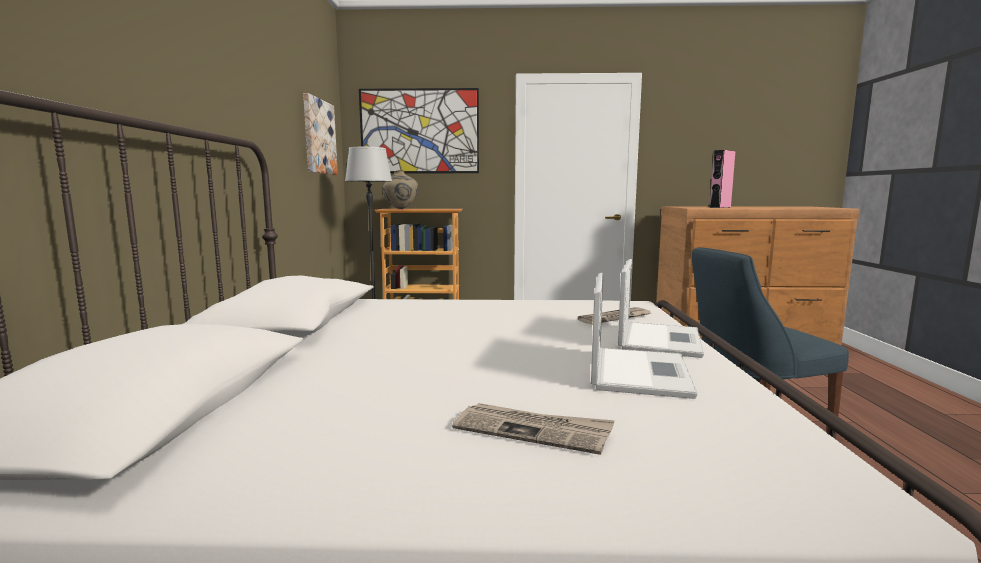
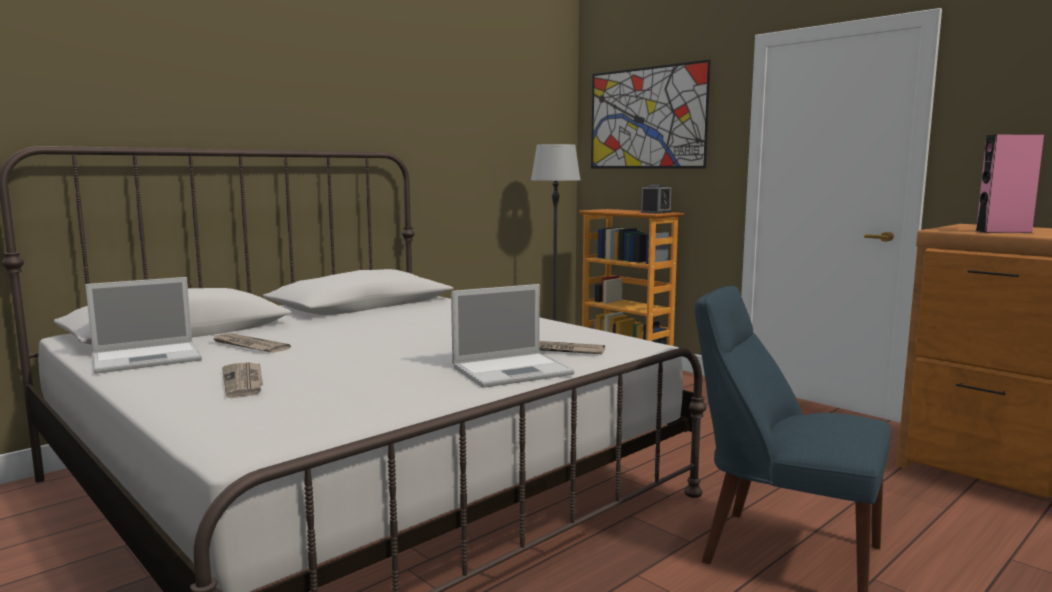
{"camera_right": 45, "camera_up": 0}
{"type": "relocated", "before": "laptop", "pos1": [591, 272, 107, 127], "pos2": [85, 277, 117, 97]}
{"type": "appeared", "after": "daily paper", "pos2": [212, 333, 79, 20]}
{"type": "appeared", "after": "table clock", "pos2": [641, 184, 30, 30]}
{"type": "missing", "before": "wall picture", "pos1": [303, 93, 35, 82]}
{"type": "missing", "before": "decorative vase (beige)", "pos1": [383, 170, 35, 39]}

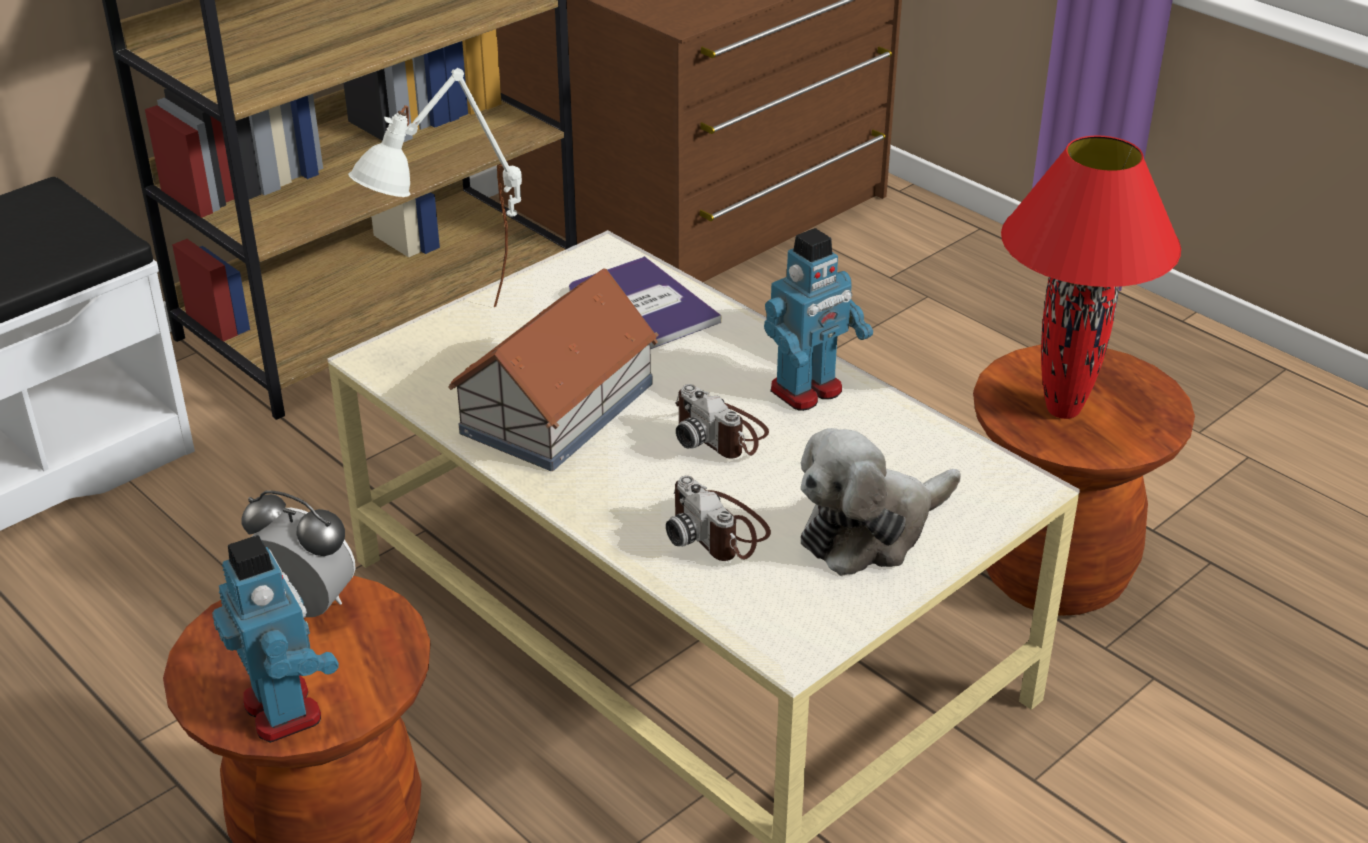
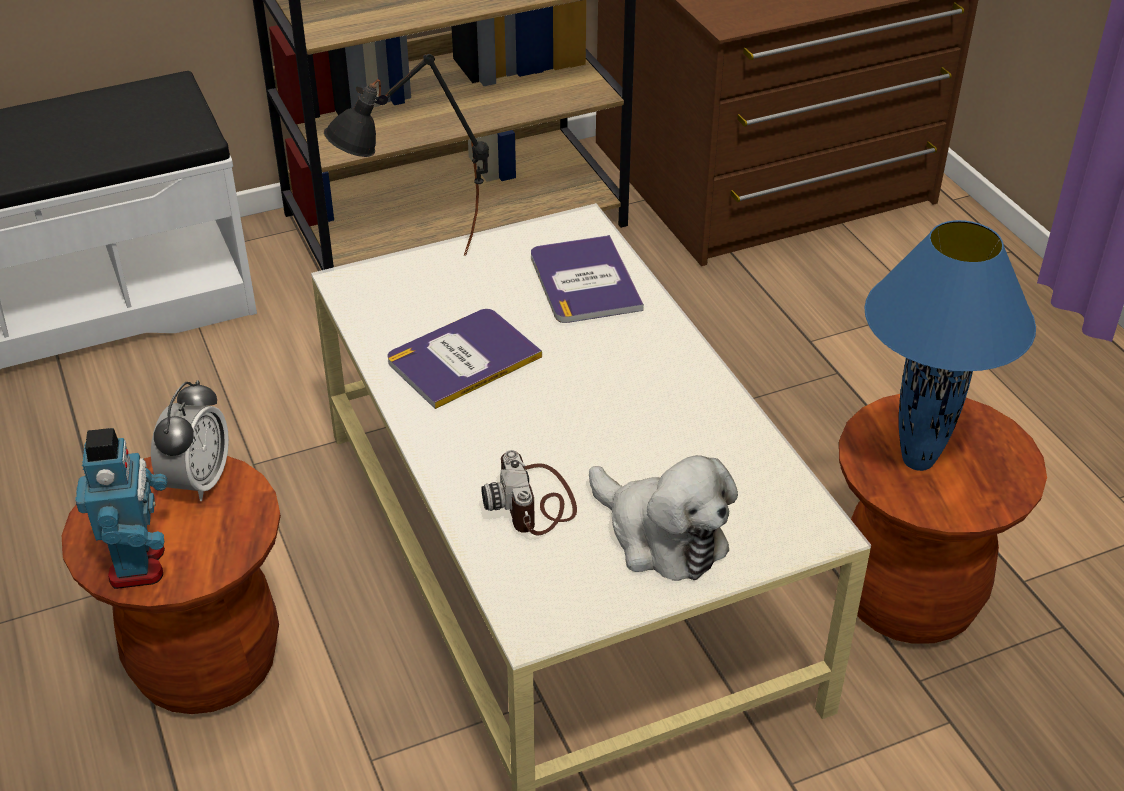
{"camera_right": 20, "camera_up": 5}
{"type": "spun", "before": "table clock", "pos1": [241, 490, 115, 127], "pos2": [151, 380, 78, 121], "turn": 60}
{"type": "colour", "before": "table lamp (whitish)", "after": "table lamp (blackish)", "pos1": [348, 68, 174, 240], "pos2": [324, 54, 165, 202]}
{"type": "exchanged", "before": "toy house", "after": "book", "pos1": [448, 269, 210, 202], "pos2": [387, 309, 155, 100]}
{"type": "spun", "before": "soft toy", "pos1": [801, 428, 160, 148], "pos2": [589, 455, 149, 126], "turn": -120}
{"type": "colour", "before": "table lamp (reddish)", "after": "table lamp (blue)", "pos1": [1001, 135, 180, 284], "pos2": [864, 220, 172, 251]}
{"type": "missing", "before": "still camera", "pos1": [675, 384, 94, 74]}
{"type": "missing", "before": "toy robot", "pos1": [764, 228, 109, 183]}

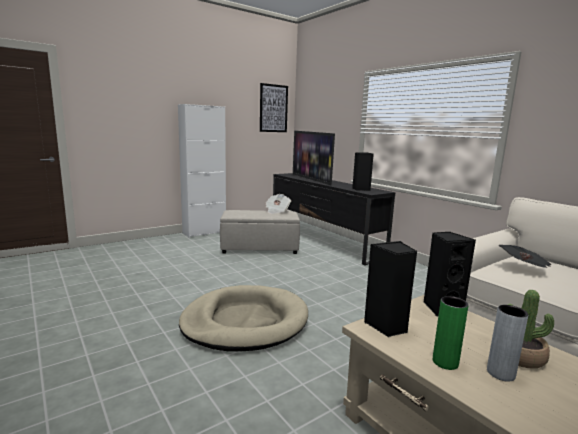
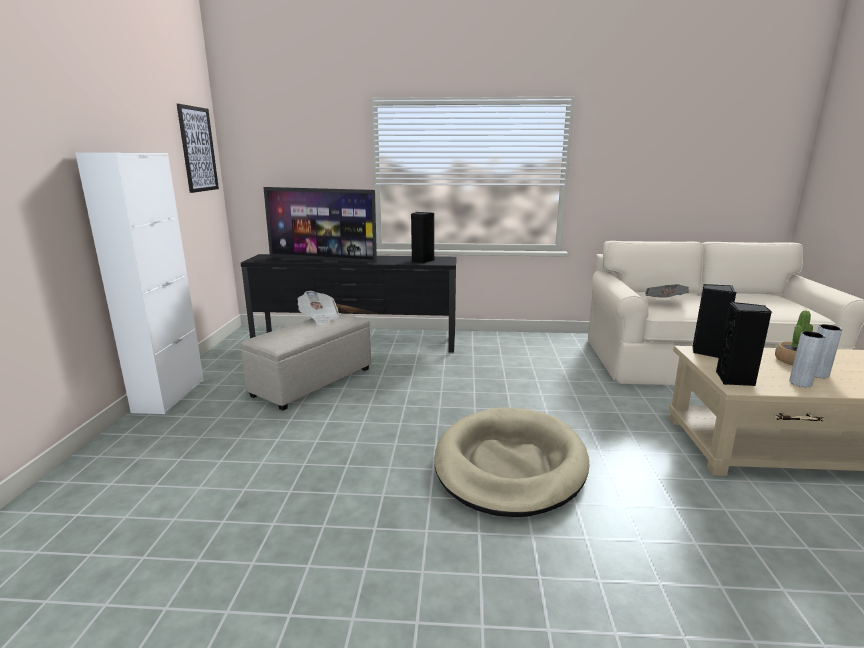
{"camera_right": -50, "camera_up": 5}
{"type": "colour", "before": "decorative vase (greenish)", "after": "decorative vase (gray)", "pos1": [433, 296, 36, 74], "pos2": [789, 331, 36, 56]}

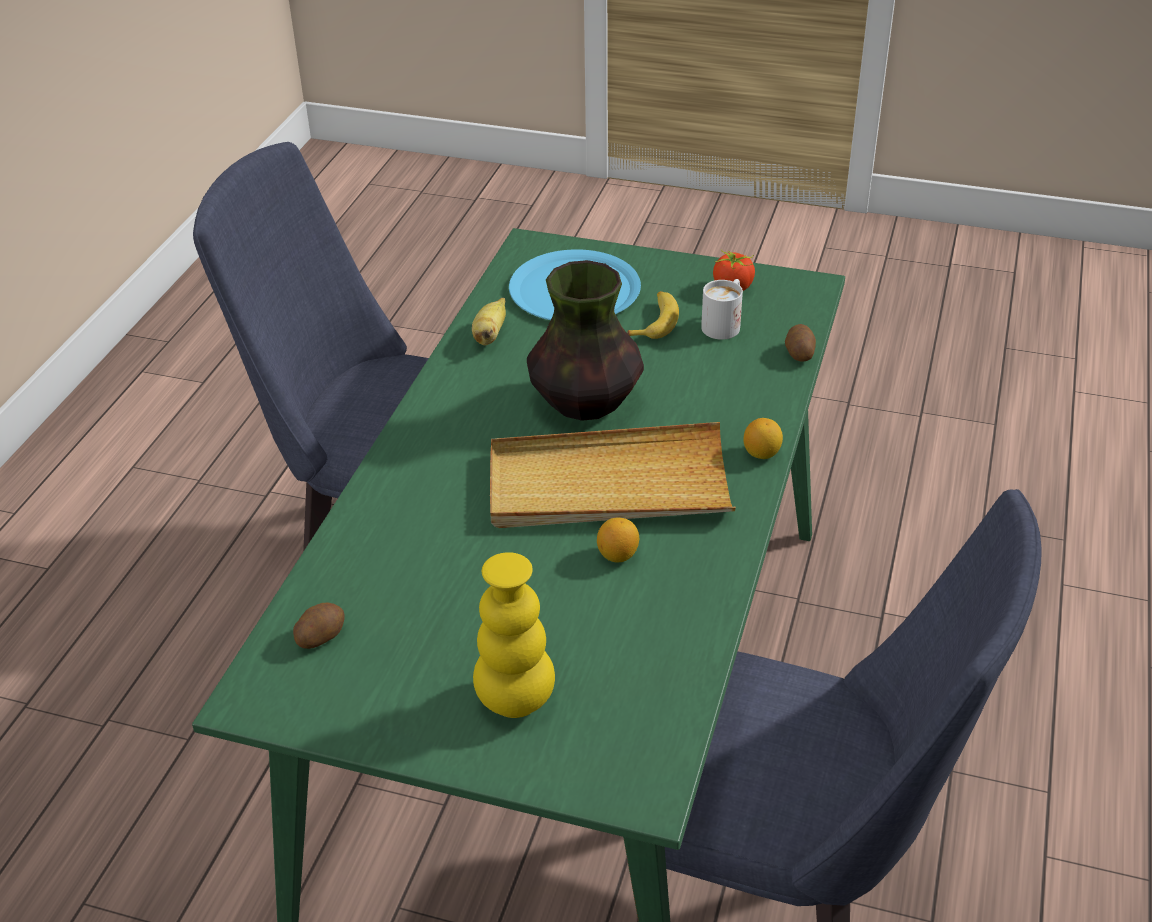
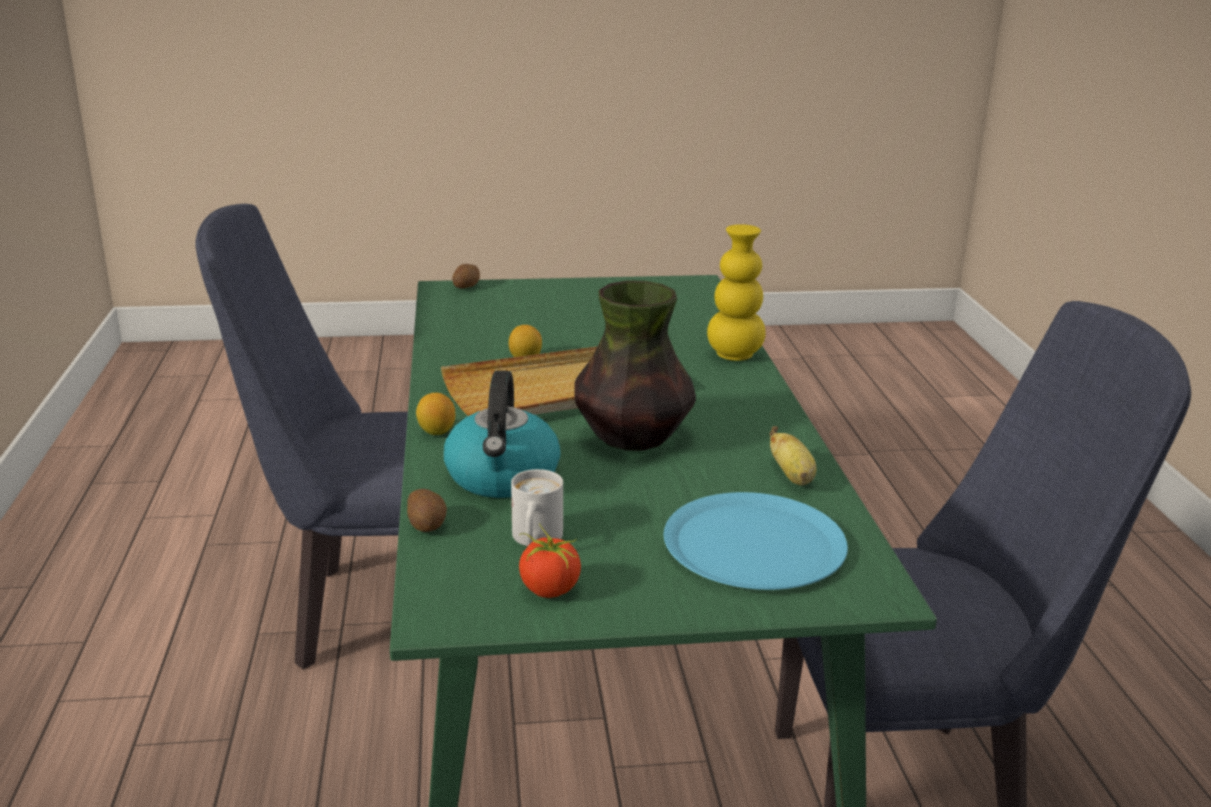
{"camera_right": 155, "camera_up": -15}
{"type": "appeared", "after": "water kettle", "pos2": [444, 370, 116, 128]}
{"type": "relocated", "before": "spud", "pos1": [293, 603, 52, 46], "pos2": [452, 264, 28, 24]}
{"type": "relocated", "before": "decorative vase (yellowish)", "pos1": [473, 552, 82, 166], "pos2": [707, 224, 59, 137]}
{"type": "missing", "before": "banana", "pos1": [627, 291, 52, 48]}

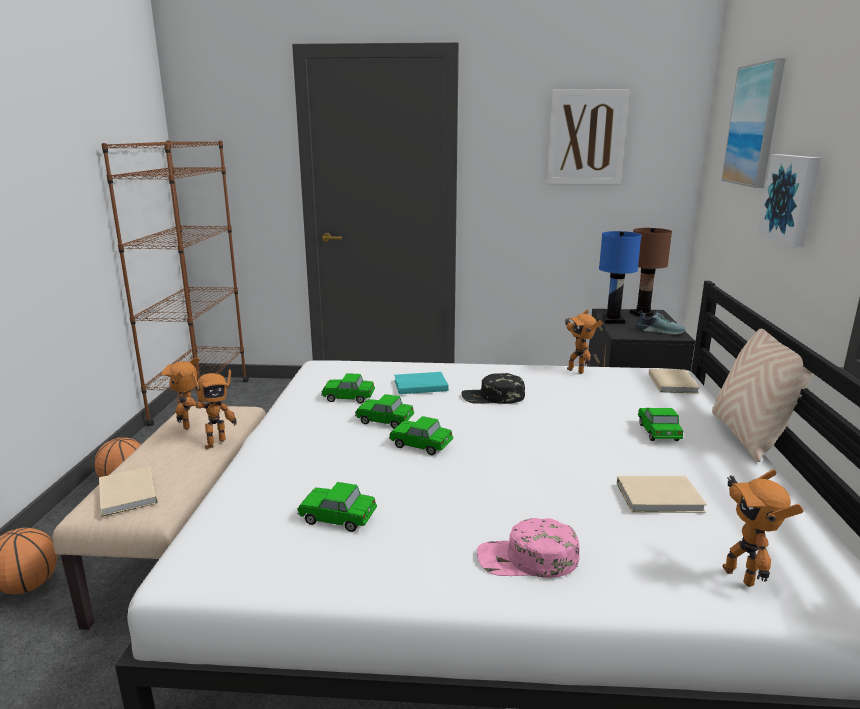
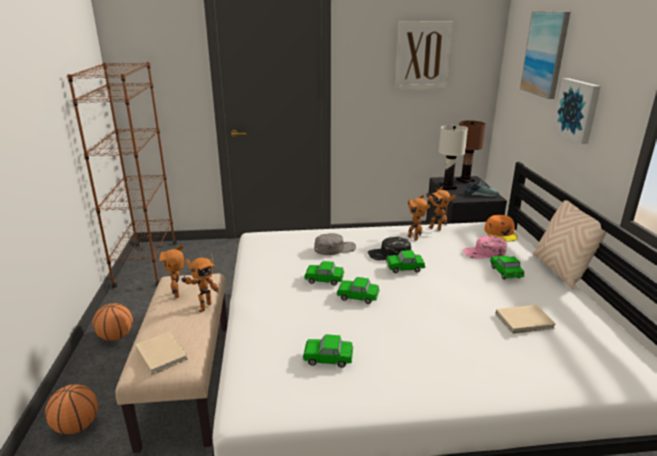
{"camera_right": -10, "camera_up": 5}
{"type": "exchanged", "before": "book (turquoise-coloured)", "after": "peaked cap (gray)", "pos1": [394, 372, 55, 22], "pos2": [314, 233, 42, 22]}
{"type": "relocated", "before": "miniature car", "pos1": [321, 373, 54, 30], "pos2": [386, 250, 39, 23]}
{"type": "relocated", "before": "toy robot", "pos1": [722, 469, 81, 118], "pos2": [408, 195, 22, 45]}
{"type": "colour", "before": "table lamp (blue)", "after": "table lamp (whitish)", "pos1": [599, 231, 43, 93], "pos2": [438, 125, 30, 65]}
{"type": "relocated", "before": "peaked cap (pink)", "pos1": [477, 518, 103, 60], "pos2": [462, 235, 45, 24]}
{"type": "exchanged", "before": "book (beige)", "after": "peaked cap (orange)", "pos1": [649, 369, 51, 25], "pos2": [484, 215, 34, 27]}

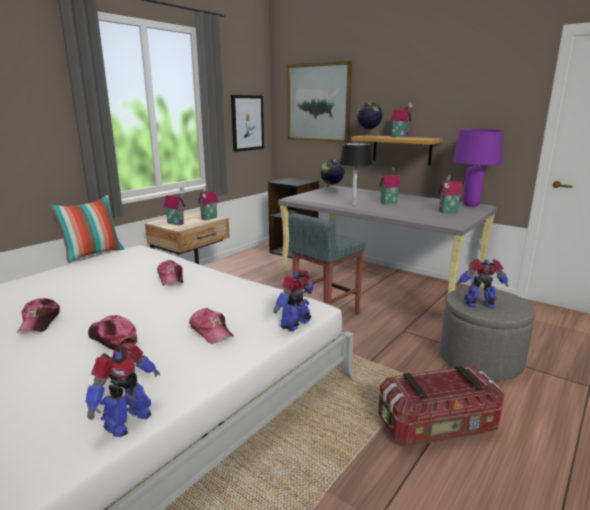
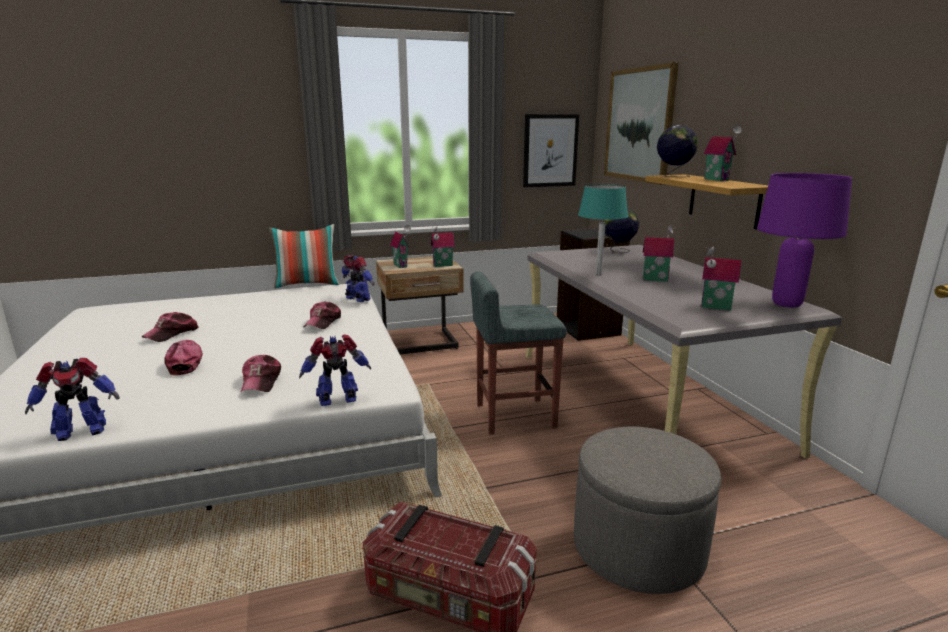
{"camera_right": 35, "camera_up": 0}
{"type": "relocated", "before": "toy robot", "pos1": [456, 259, 52, 49], "pos2": [342, 255, 33, 47]}
{"type": "colour", "before": "table lamp (blackish)", "after": "table lamp (turquoise-coloured)", "pos1": [339, 143, 34, 62], "pos2": [578, 184, 50, 91]}

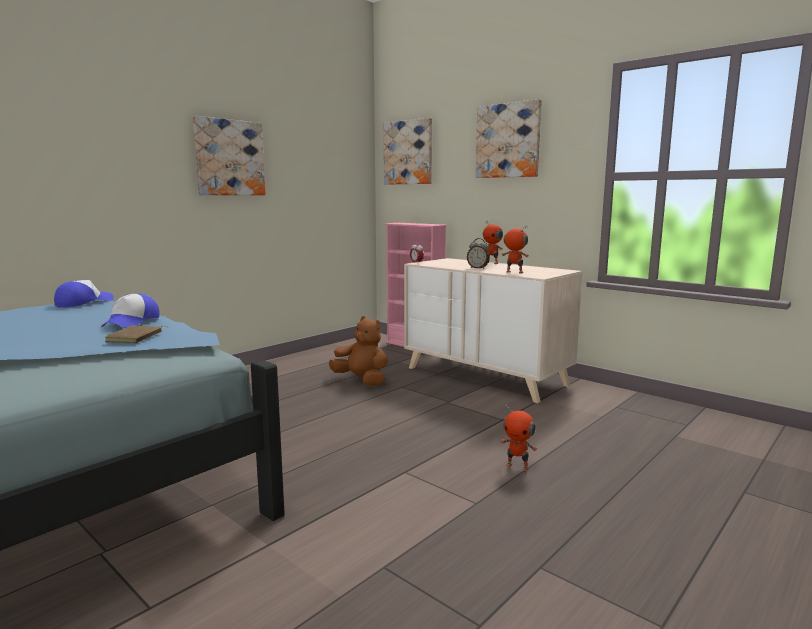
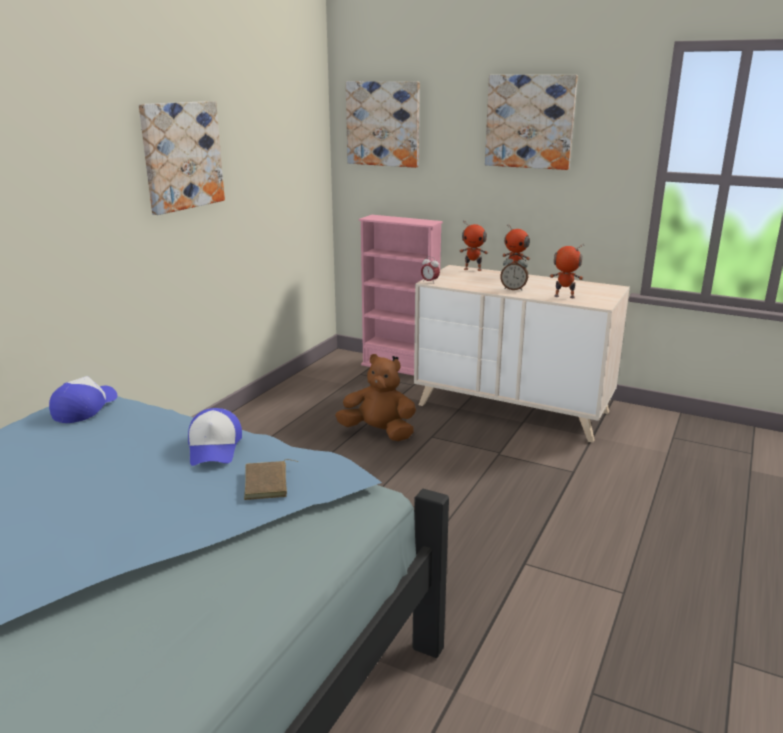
{"camera_right": -15, "camera_up": 10}
{"type": "relocated", "before": "toy robot", "pos1": [501, 403, 36, 68], "pos2": [460, 221, 28, 50]}

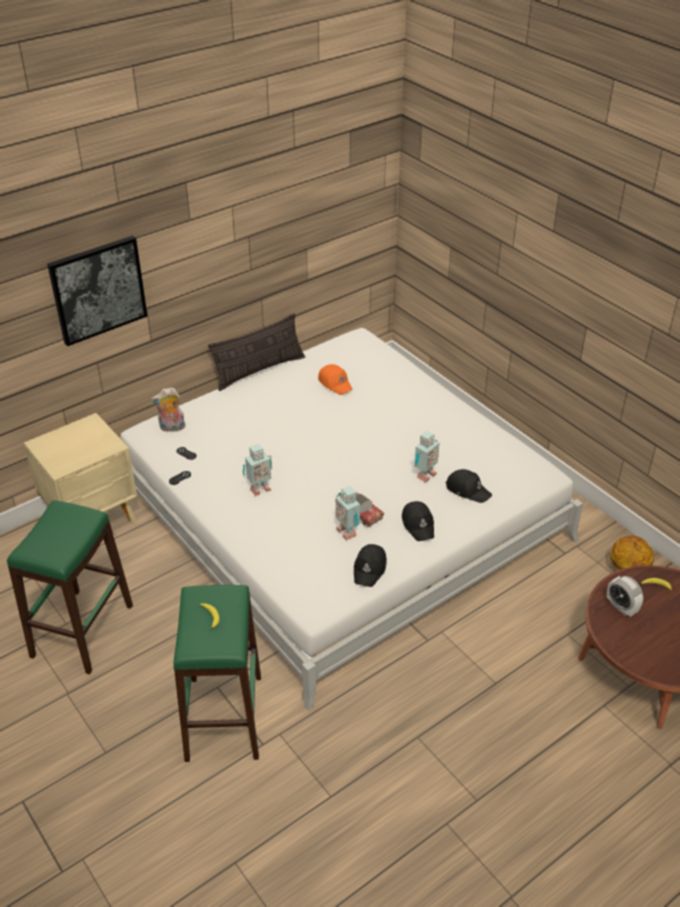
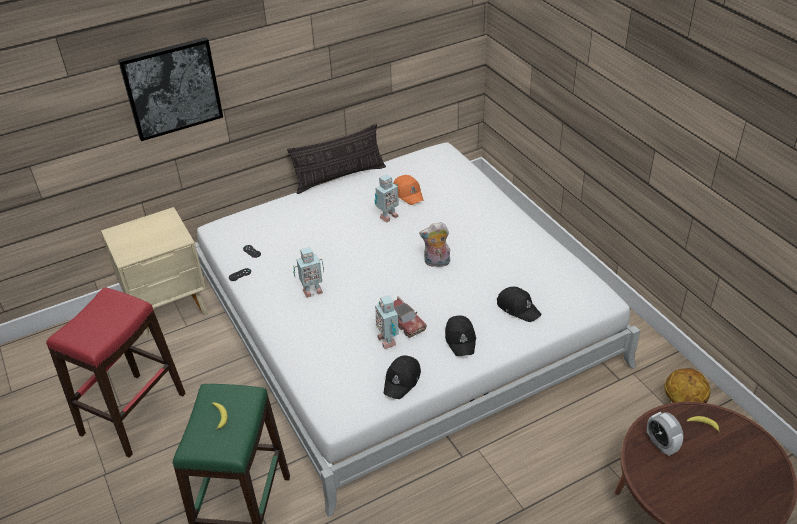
{"camera_right": 10, "camera_up": 0}
{"type": "colour", "before": "stool seat (greenish)", "after": "stool seat (reddish)", "pos1": [7, 500, 126, 174], "pos2": [46, 287, 140, 171]}
{"type": "relocated", "before": "toy robot", "pos1": [414, 431, 25, 51], "pos2": [374, 174, 25, 49]}
{"type": "relocated", "before": "soft toy", "pos1": [151, 387, 34, 45], "pos2": [419, 222, 32, 45]}

